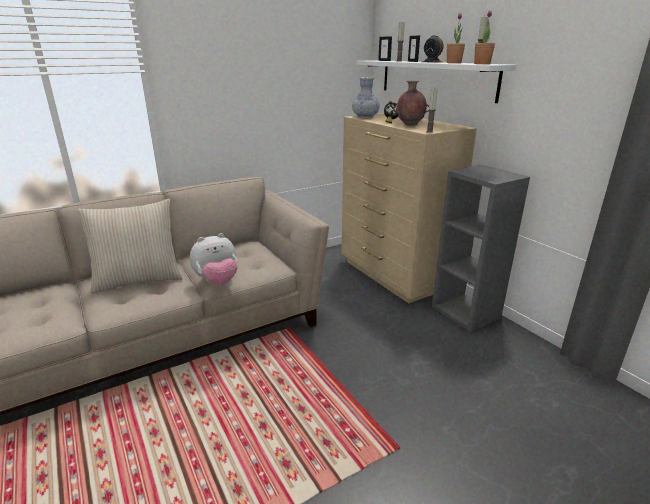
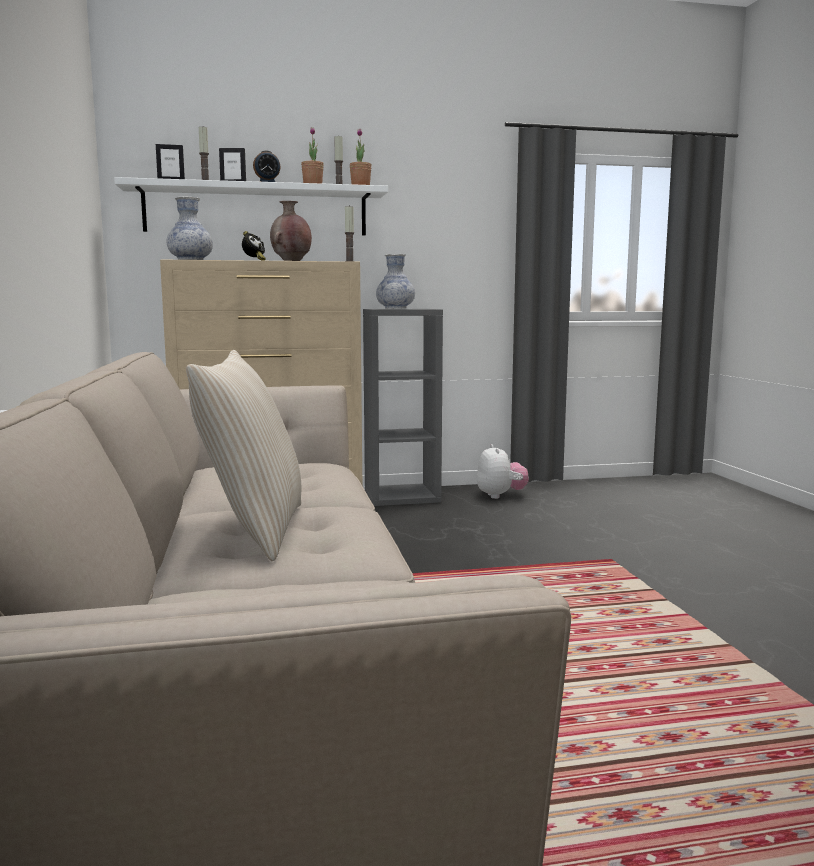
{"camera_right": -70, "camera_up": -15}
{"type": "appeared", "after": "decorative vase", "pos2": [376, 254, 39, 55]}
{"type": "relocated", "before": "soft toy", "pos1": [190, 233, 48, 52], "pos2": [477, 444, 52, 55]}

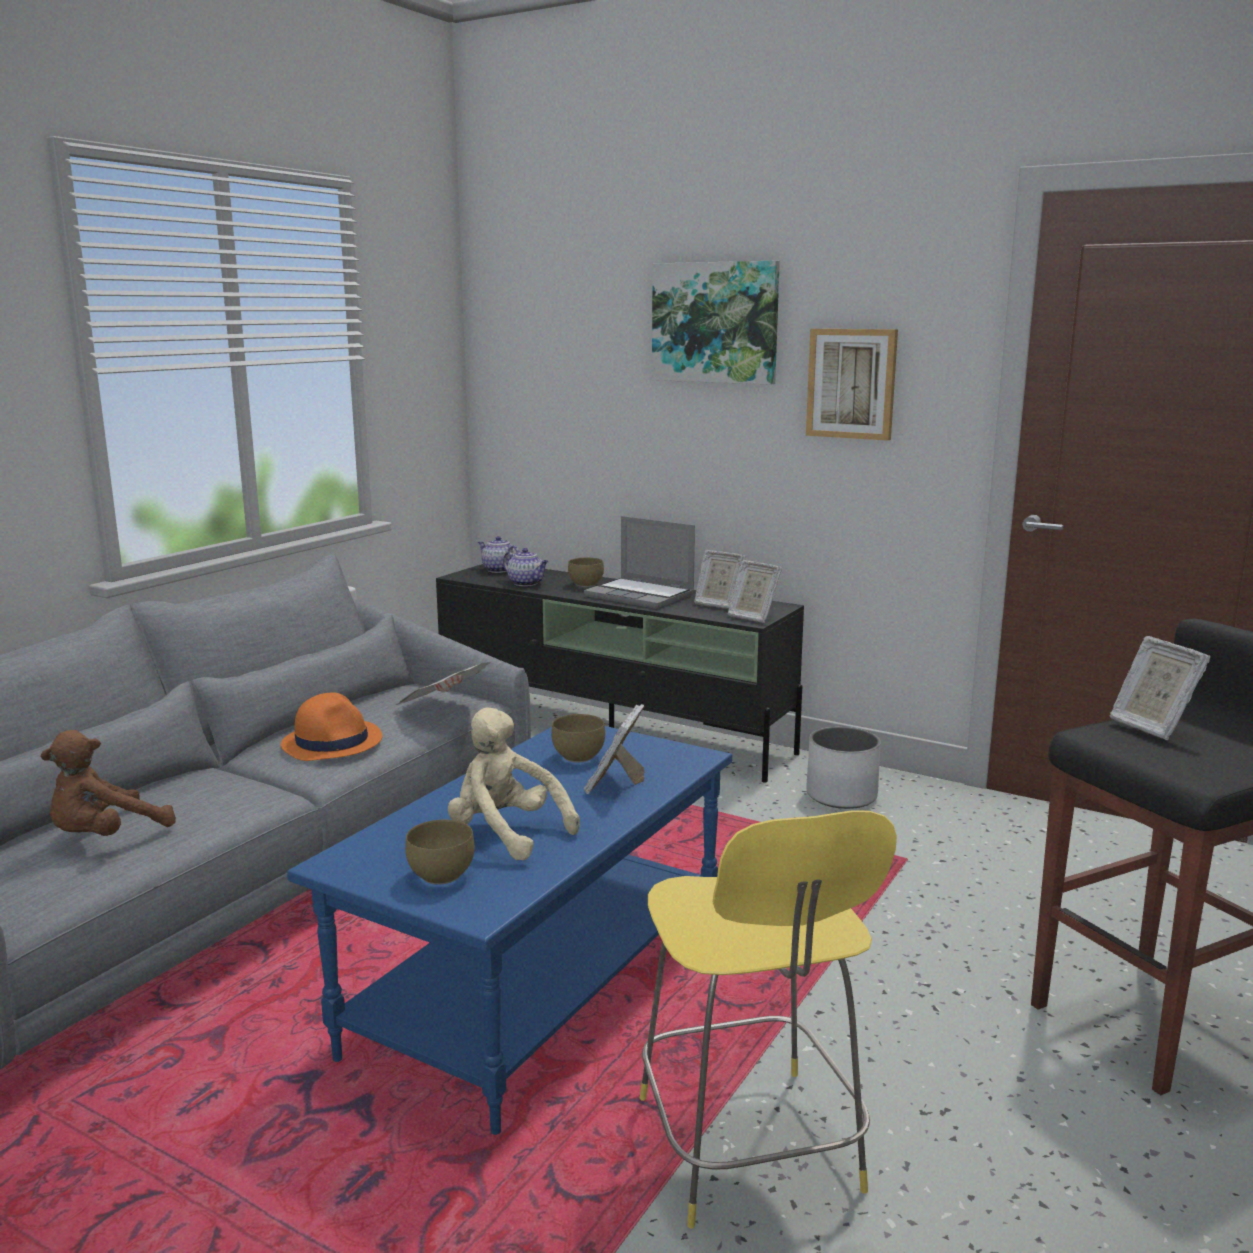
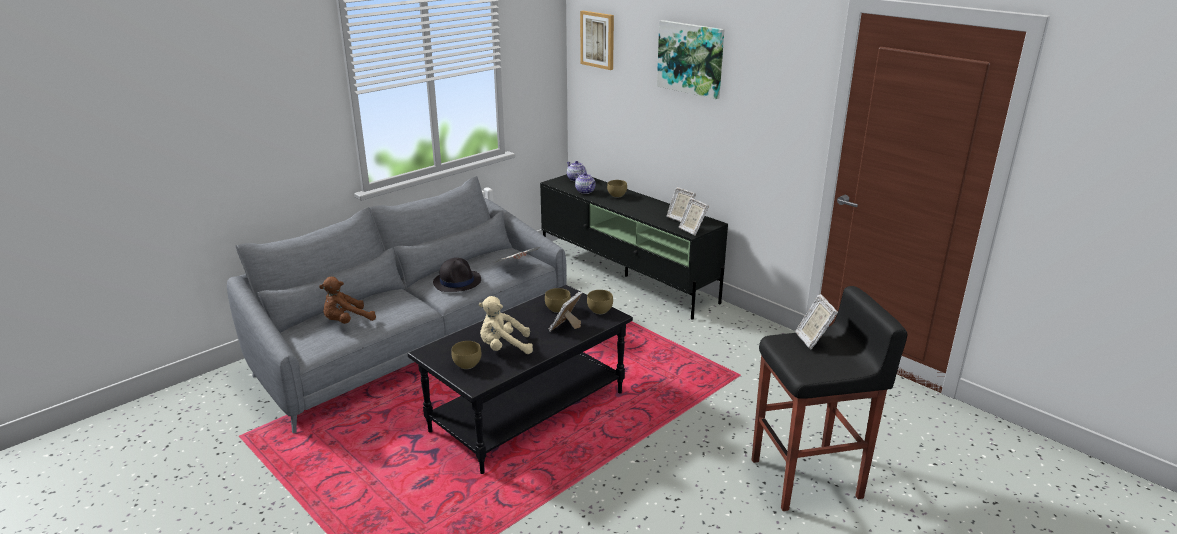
{"camera_right": 15, "camera_up": 10}
{"type": "colour", "before": "low table (blue)", "after": "low table (blackish)", "pos1": [287, 726, 445, 409], "pos2": [408, 285, 225, 189]}
{"type": "colour", "before": "wearable hat (orange)", "after": "wearable hat (blackish)", "pos1": [281, 692, 101, 69], "pos2": [433, 258, 48, 34]}
{"type": "spun", "before": "soft toy (beige)", "pos1": [448, 707, 132, 154], "pos2": [479, 296, 54, 58], "turn": -60}
{"type": "relocated", "before": "wall picture", "pos1": [806, 329, 92, 112], "pos2": [580, 11, 34, 59]}
{"type": "appeared", "after": "deep dish (brown-coloured)", "pos2": [587, 290, 26, 24]}
{"type": "missing", "before": "laptop", "pos1": [584, 516, 111, 93]}
{"type": "missing", "before": "stool seat (yellowish)", "pos1": [640, 810, 257, 419]}
{"type": "missing", "before": "planter (whitish)", "pos1": [807, 727, 74, 82]}

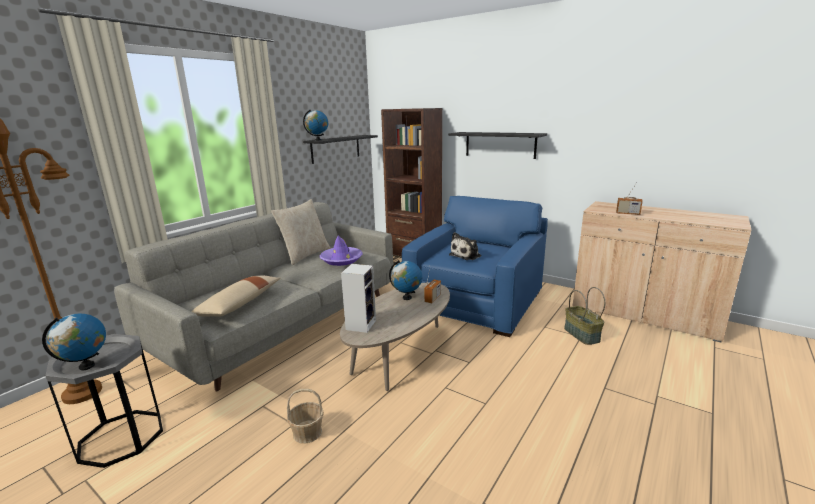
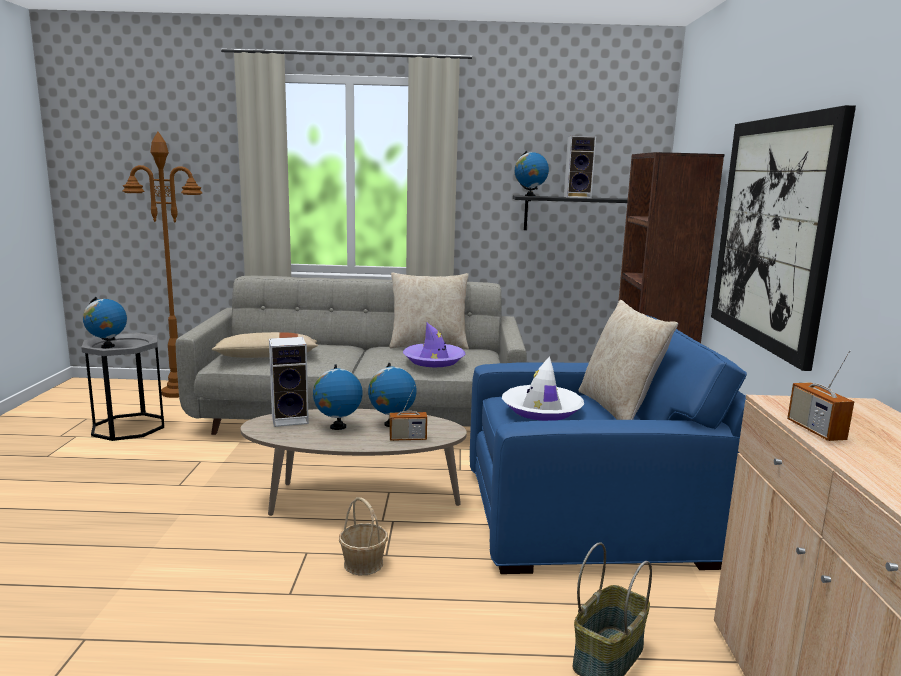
{"camera_right": 55, "camera_up": -5}
{"type": "appeared", "after": "desk globe", "pos2": [313, 364, 50, 66]}
{"type": "relocated", "before": "household basket", "pos1": [287, 389, 37, 54], "pos2": [339, 497, 49, 78]}
{"type": "exchanged", "before": "soft toy", "after": "wearable hat (whitish)", "pos1": [449, 232, 32, 28], "pos2": [502, 356, 82, 65]}
{"type": "appeared", "after": "loudspeaker", "pos2": [564, 136, 32, 62]}
{"type": "appeared", "after": "pillow (beige)", "pos2": [578, 300, 100, 120]}
{"type": "exchanged", "before": "shelf (blackish)", "after": "wall picture", "pos1": [449, 132, 98, 27], "pos2": [711, 105, 145, 266]}

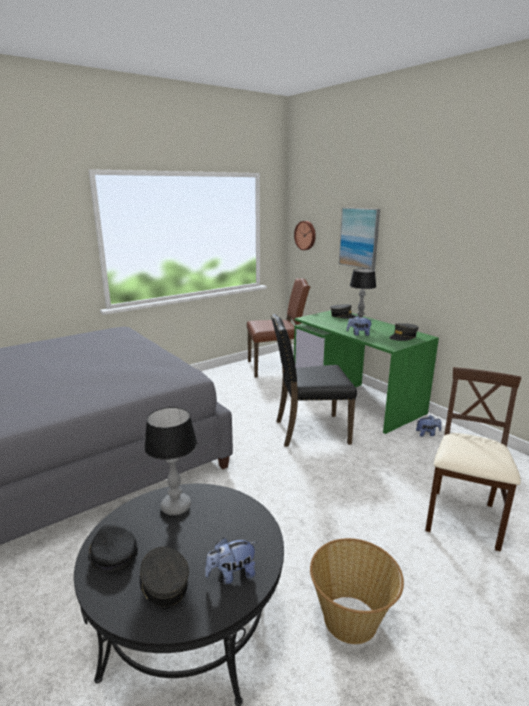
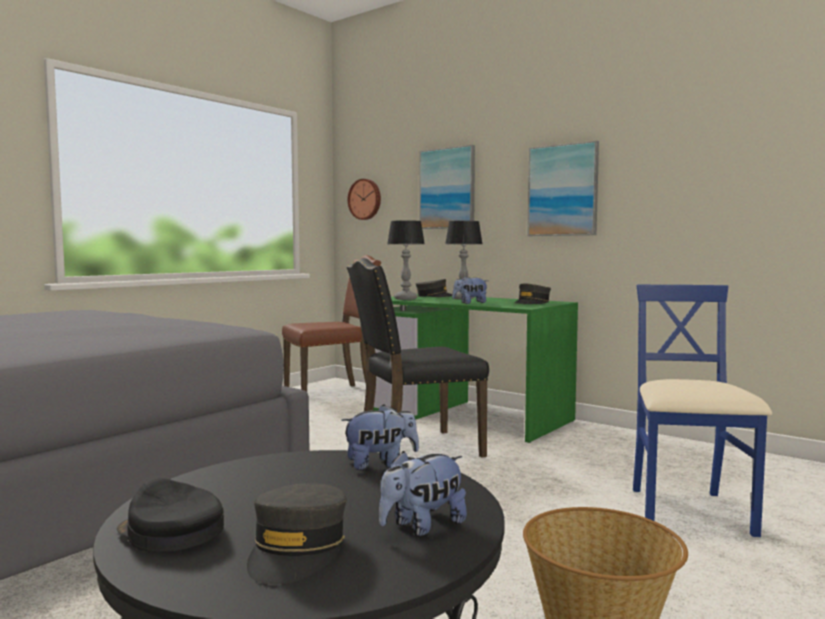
{"camera_right": -15, "camera_up": -15}
{"type": "spun", "before": "peaked cap (gray)", "pos1": [139, 547, 50, 59], "pos2": [247, 483, 99, 102], "turn": -120}
{"type": "relocated", "before": "soft toy", "pos1": [416, 415, 26, 22], "pos2": [341, 404, 78, 66]}
{"type": "relocated", "before": "table lamp", "pos1": [144, 407, 53, 108], "pos2": [387, 220, 38, 80]}
{"type": "appeared", "after": "wall picture", "pos2": [527, 141, 72, 95]}
{"type": "colour", "before": "upright chair (beige)", "after": "upright chair (blue)", "pos1": [425, 367, 96, 185], "pos2": [633, 285, 139, 252]}

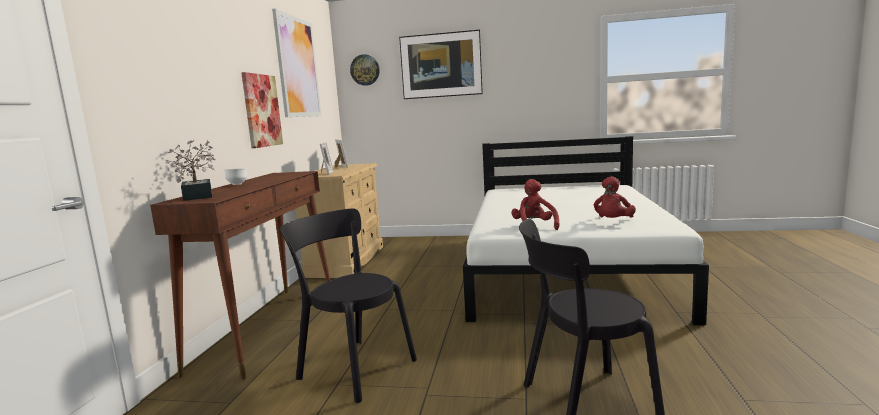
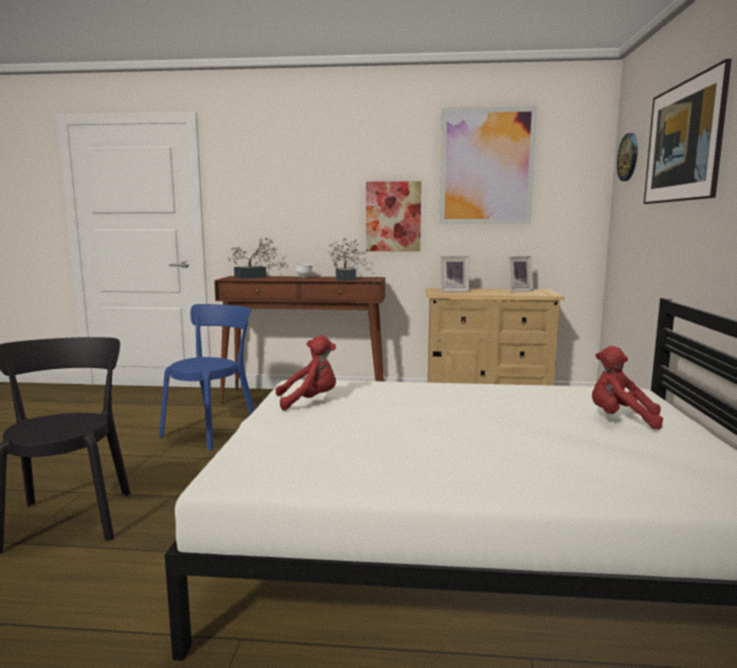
{"camera_right": 85, "camera_up": 0}
{"type": "colour", "before": "upright chair (blackish)", "after": "upright chair (blue)", "pos1": [280, 208, 137, 195], "pos2": [159, 304, 96, 146]}
{"type": "appeared", "after": "houseplant", "pos2": [327, 238, 33, 43]}
{"type": "relocated", "before": "soft toy (reddish)", "pos1": [594, 176, 42, 42], "pos2": [592, 346, 71, 84]}

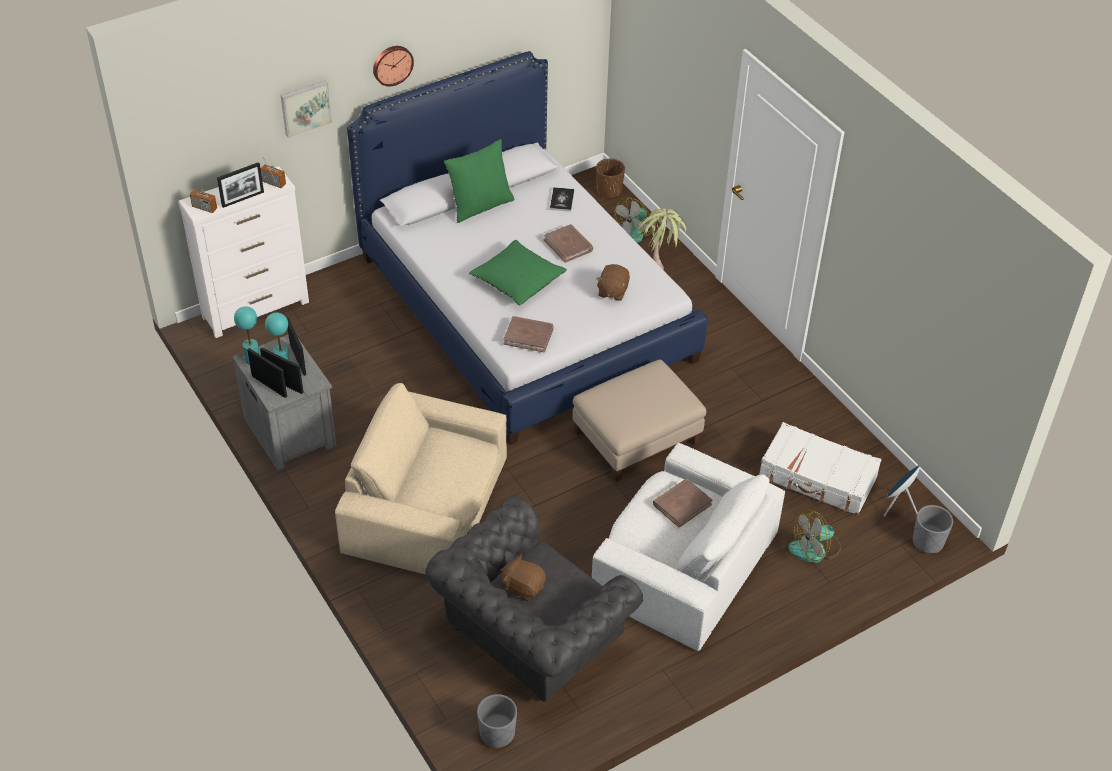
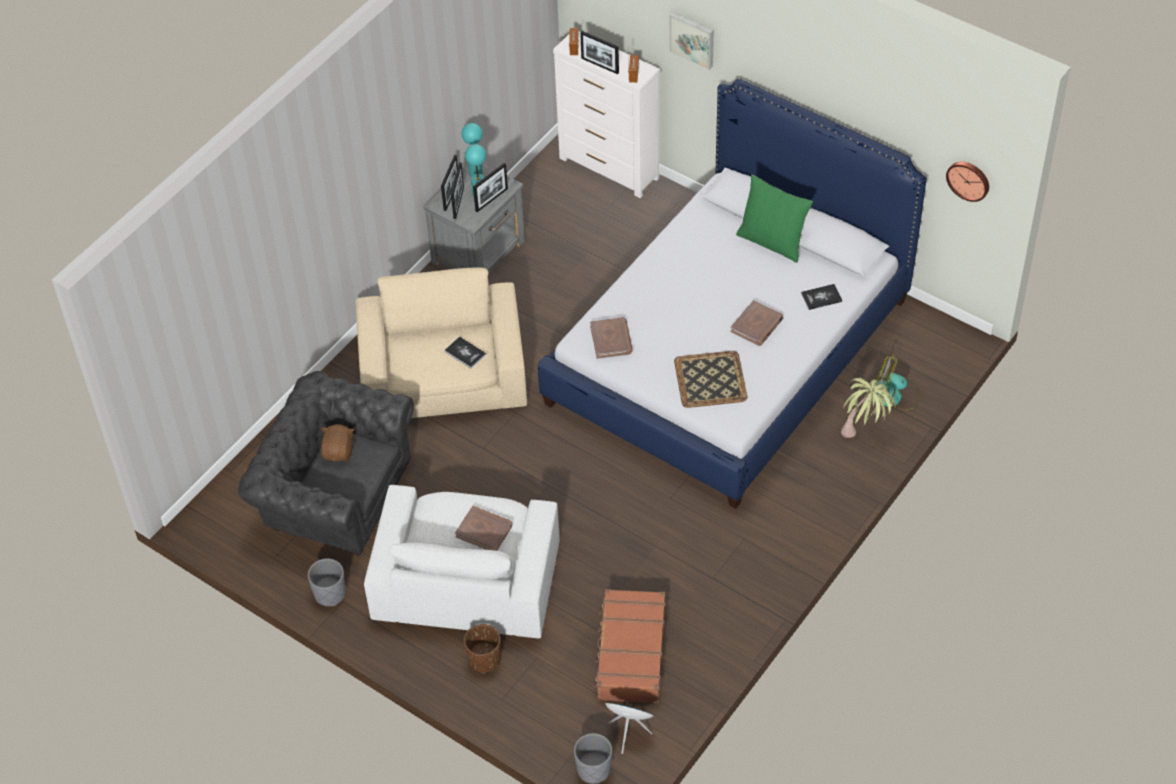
{"camera_right": 70, "camera_up": 5}
{"type": "relocated", "before": "planter (gray)", "pos1": [477, 694, 40, 54], "pos2": [308, 558, 38, 48]}
{"type": "appeared", "after": "book", "pos2": [444, 336, 42, 33]}
{"type": "relocated", "before": "planter (brown-coloured)", "pos1": [596, 158, 29, 40], "pos2": [464, 624, 37, 49]}
{"type": "colour", "before": "piece of luggage (whitish)", "after": "piece of luggage (brown-coloured)", "pos1": [759, 422, 123, 93], "pos2": [593, 589, 73, 114]}
{"type": "exchanged", "before": "soft toy (brown-coloured)", "after": "carrying tray", "pos1": [596, 264, 34, 37], "pos2": [674, 351, 73, 57]}
{"type": "relocated", "before": "wall clock", "pos1": [373, 46, 41, 41], "pos2": [946, 162, 43, 40]}
{"type": "missing", "before": "pillow (greenish)", "pos1": [469, 240, 98, 65]}
{"type": "missing", "before": "ottoman (beige)", "pos1": [573, 360, 133, 122]}
{"type": "missing", "before": "fan", "pos1": [788, 510, 53, 53]}

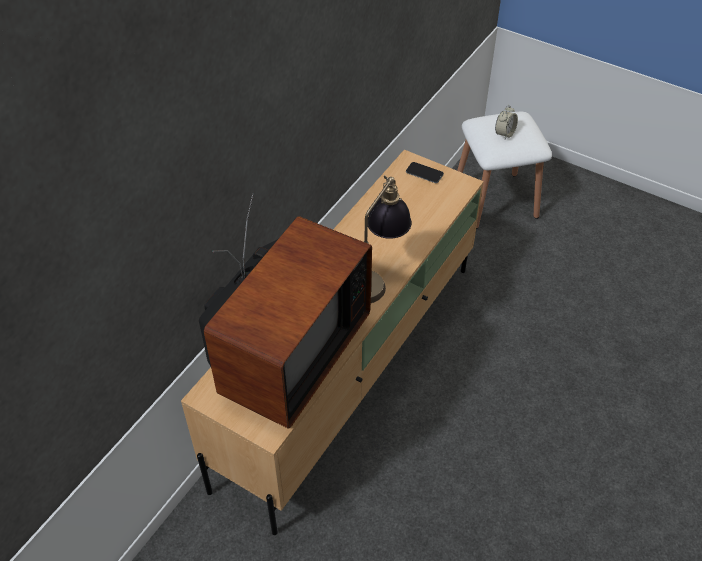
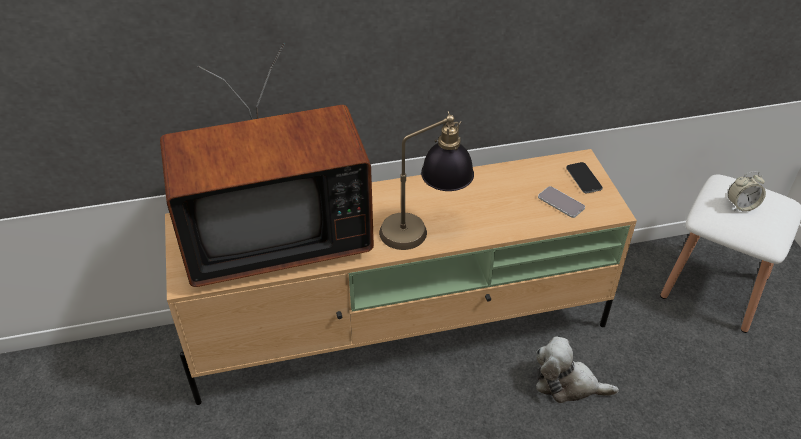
{"camera_right": 45, "camera_up": -5}
{"type": "appeared", "after": "soft toy", "pos2": [536, 336, 83, 67]}
{"type": "appeared", "after": "phone", "pos2": [538, 186, 47, 32]}

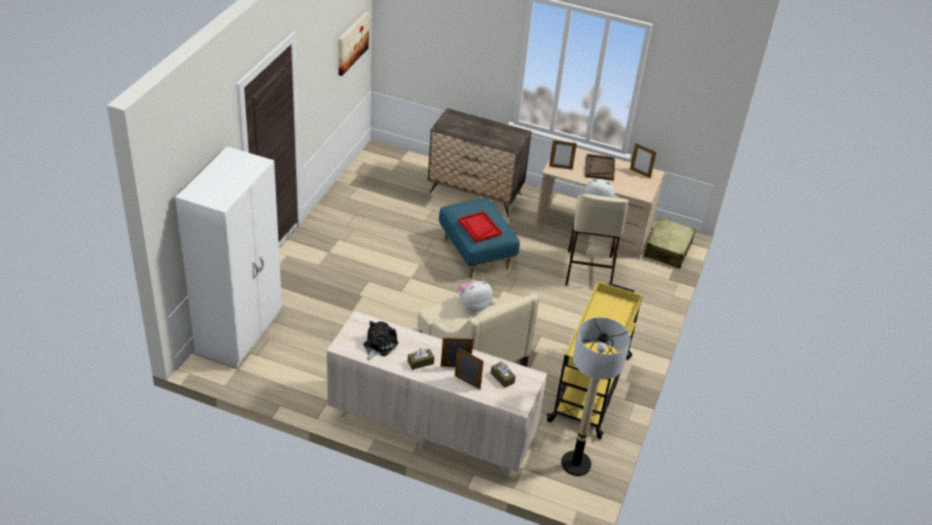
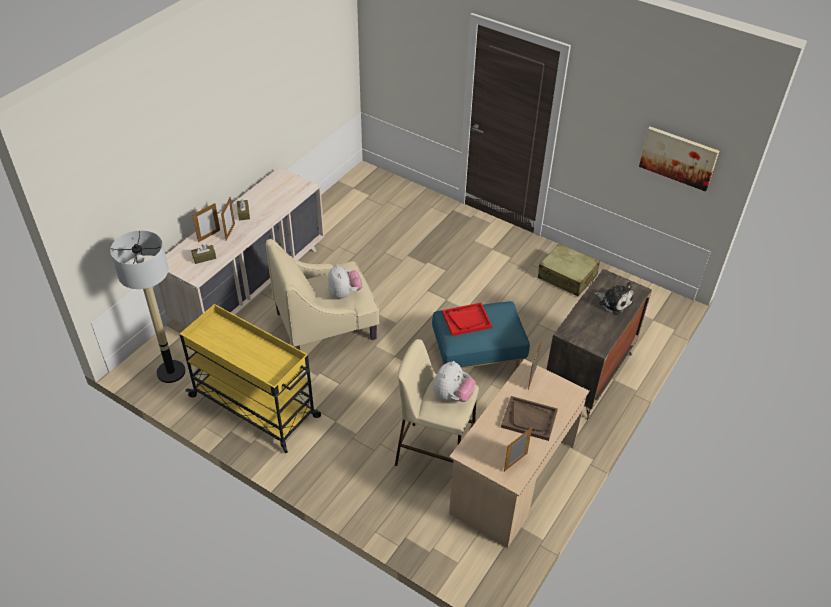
{"camera_right": 105, "camera_up": 5}
{"type": "relocated", "before": "piece of luggage (beige)", "pos1": [644, 217, 52, 52], "pos2": [538, 243, 62, 53]}
{"type": "relocated", "before": "soft toy", "pos1": [364, 321, 34, 39], "pos2": [594, 282, 39, 33]}
{"type": "missing", "before": "armoire (whitish)", "pos1": [175, 146, 107, 222]}

